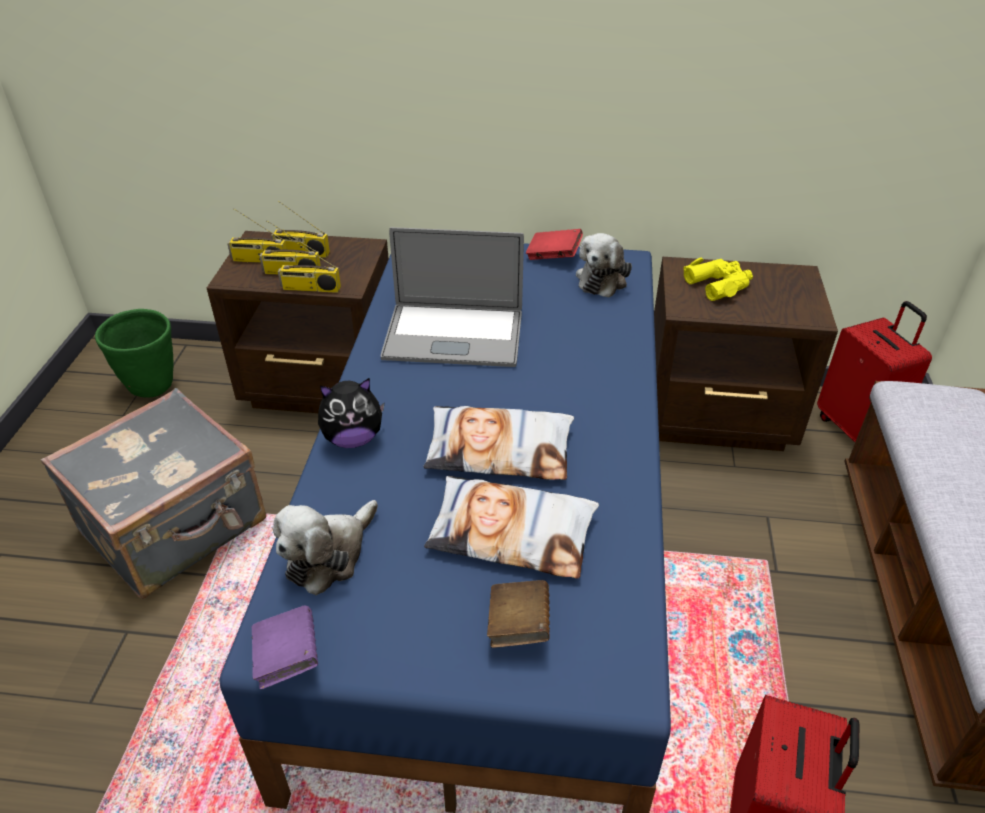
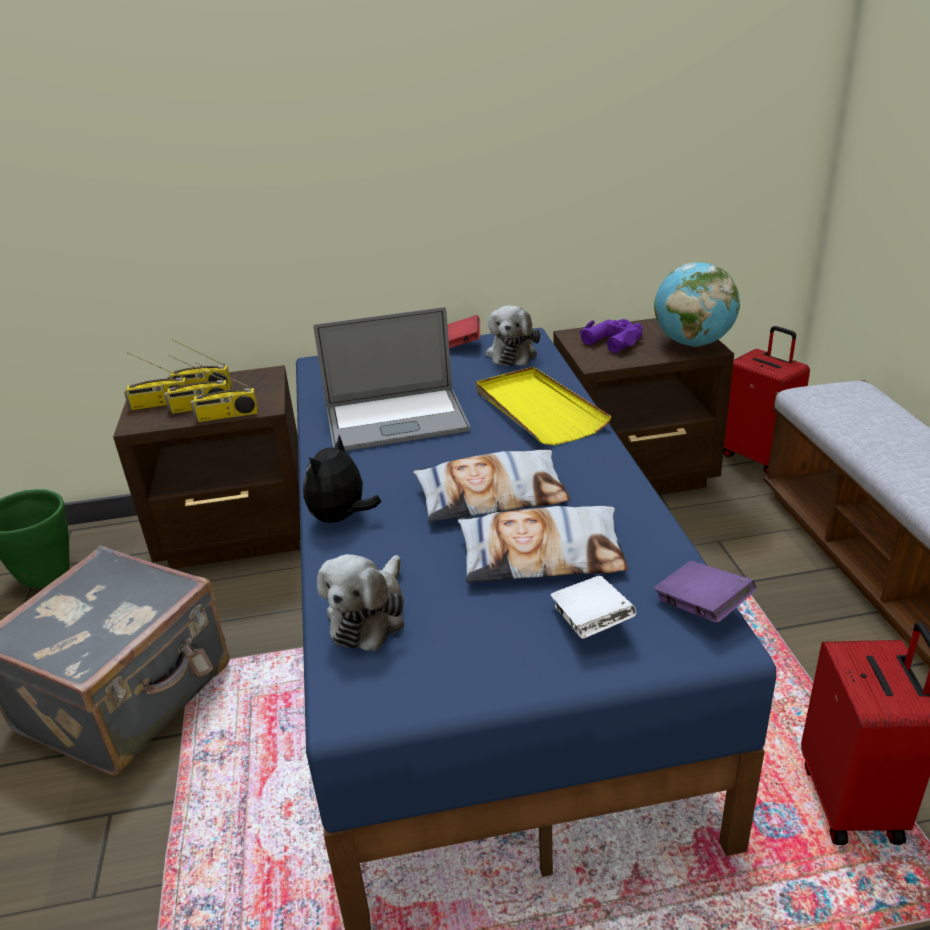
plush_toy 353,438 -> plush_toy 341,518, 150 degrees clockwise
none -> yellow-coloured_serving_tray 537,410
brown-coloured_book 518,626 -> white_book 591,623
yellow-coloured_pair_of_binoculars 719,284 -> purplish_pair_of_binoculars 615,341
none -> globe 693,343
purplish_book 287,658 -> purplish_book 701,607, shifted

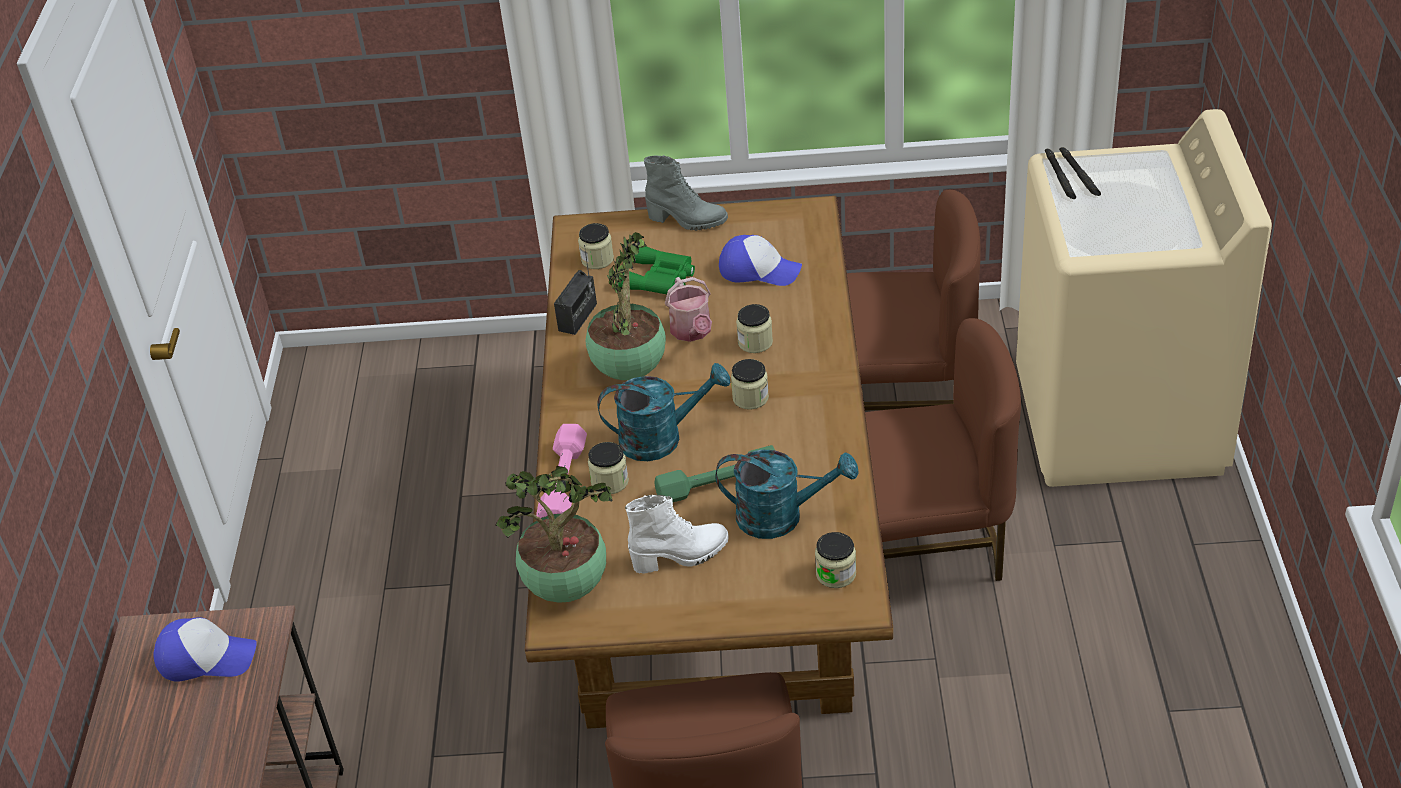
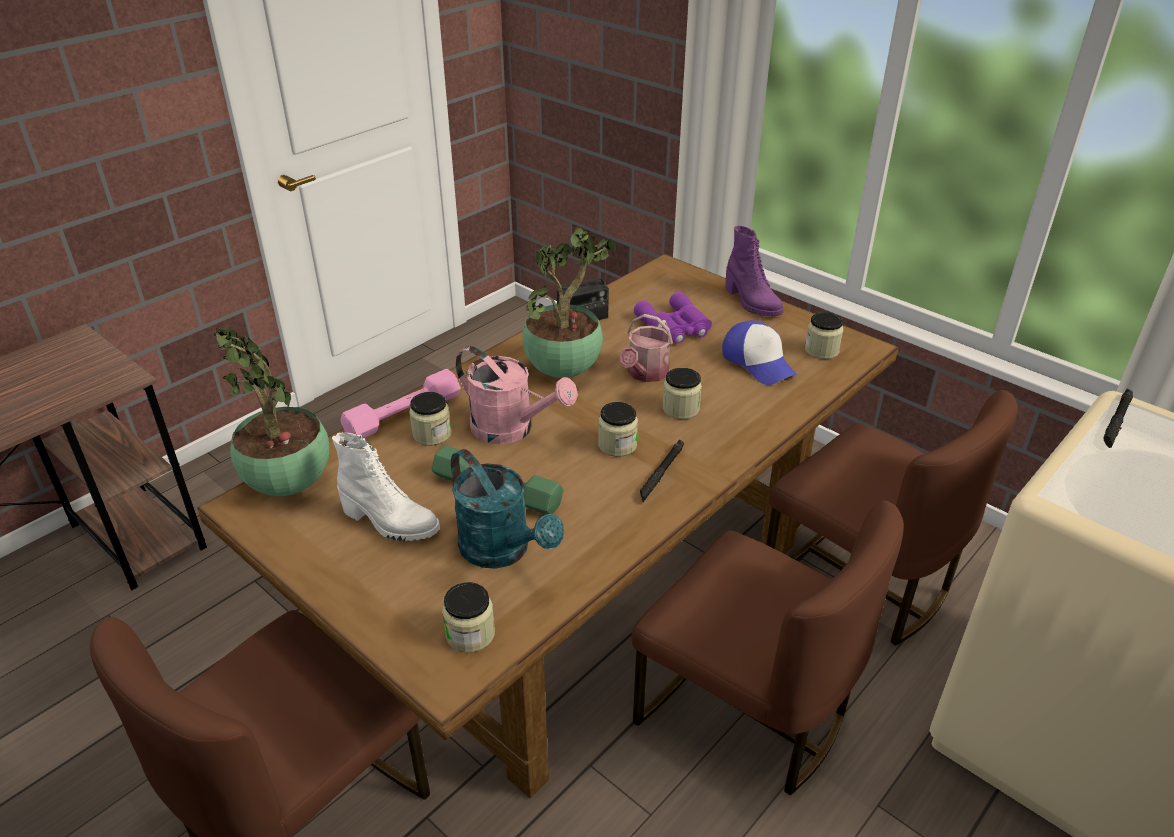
turquoise_watering_can 662,438 -> pink-coloured_watering_can 512,429
greenish_pair_of_binoculars 659,279 -> purplish_pair_of_binoculars 674,327
black_torch 1079,174 -> black_torch 661,473, shifted
greyish_tall_boot 687,221 -> purplish_tall_boot 751,302
preserve_jar 597,259 -> preserve_jar 821,350, shifted
baseball_cap 206,657 -> none

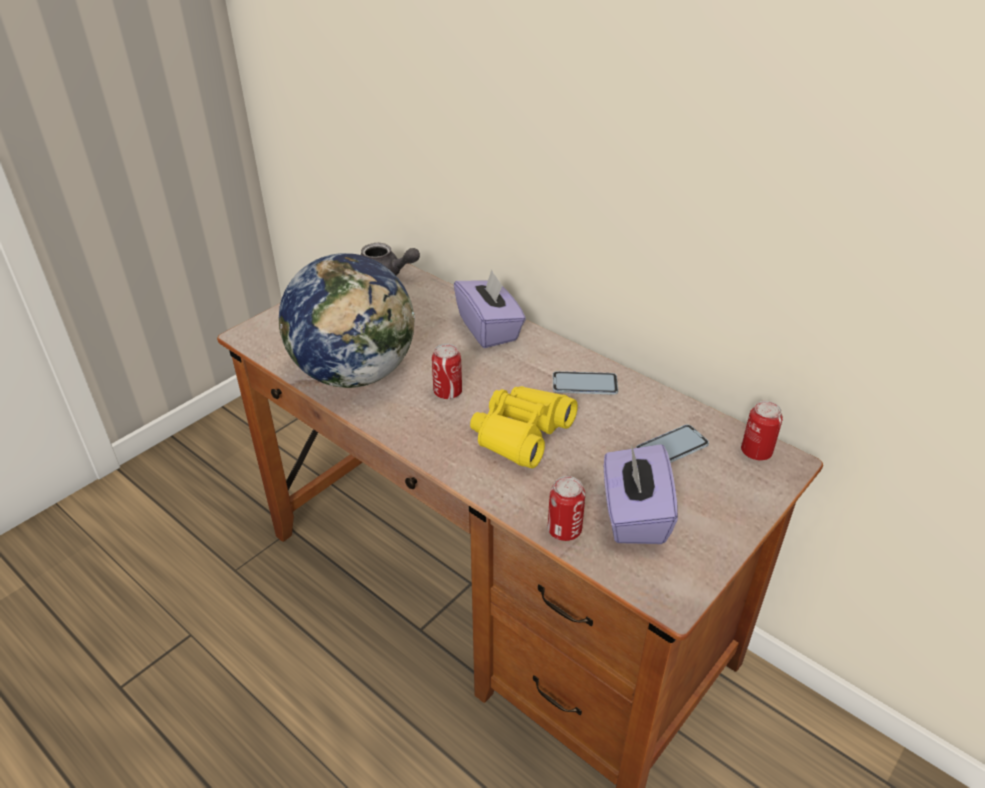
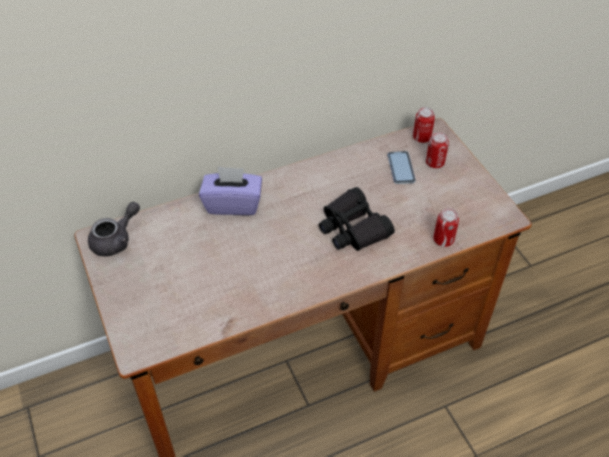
yellow-coloured_pair_of_binoculars 521,433 -> black_pair_of_binoculars 353,228
can 447,392 -> can 435,163, shifted
globe 355,373 -> none
handset 584,384 -> none
purplish_box_of_tissues 633,515 -> none

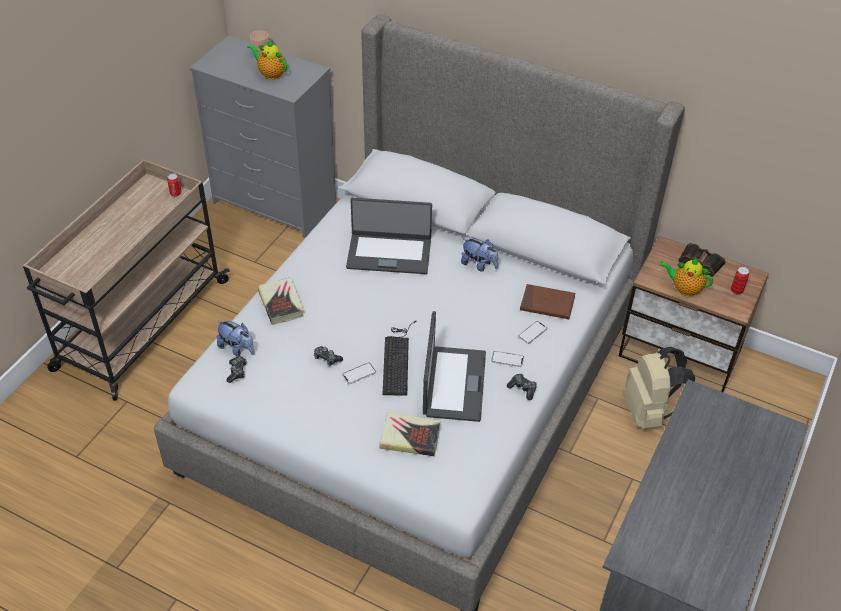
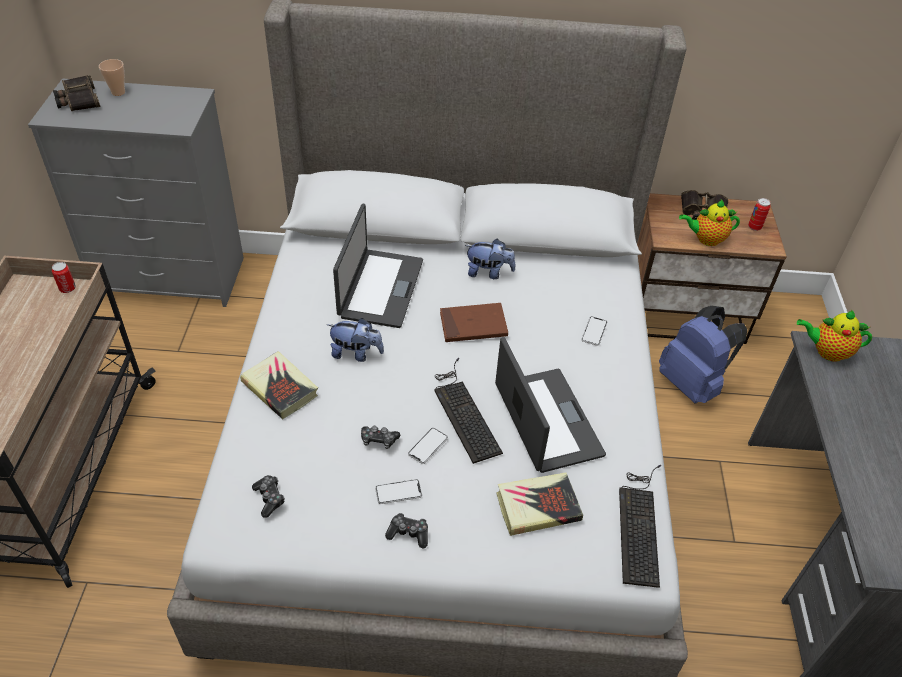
none -> pair_of_binoculars 78,100
plush_toy 237,348 -> plush_toy 356,353, shifted
portable_computer 389,253 -> portable_computer 379,288, 60 degrees counterclockwise
handset 507,359 -> handset 398,492, shifted
gamepad 522,389 -> gamepad 408,533, shifted
brown-coloured_book 547,304 -> brown-coloured_book 473,325, shifted
none -> computer_keyboard 639,524
sand-coloured_knapsack 649,412 -> blue-coloured_knapsack 692,384
pot_for_tea 271,74 -> pot_for_tea 827,352, shifted

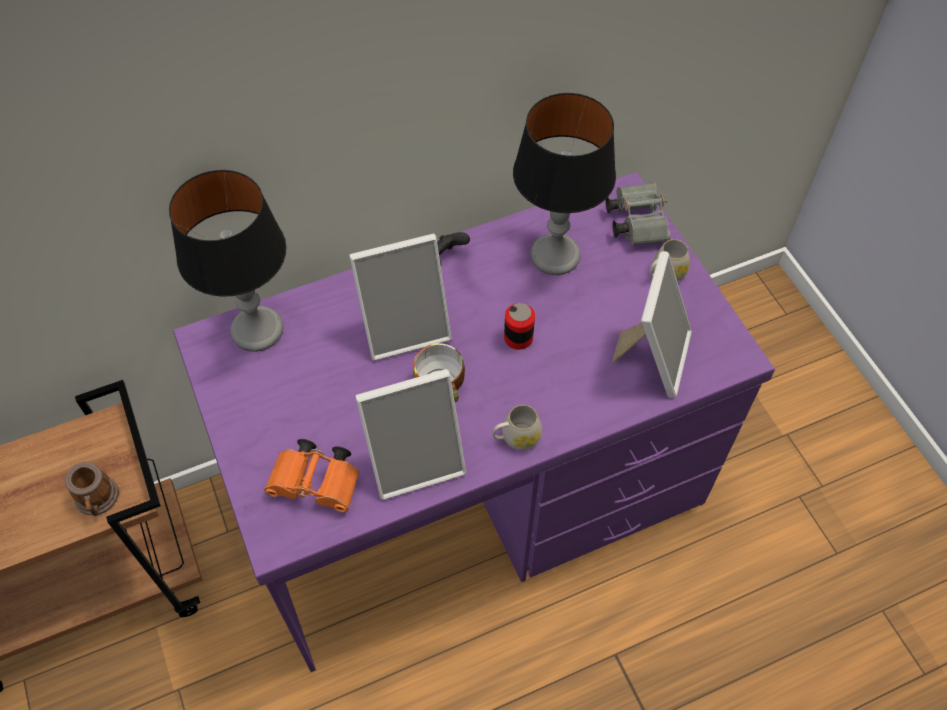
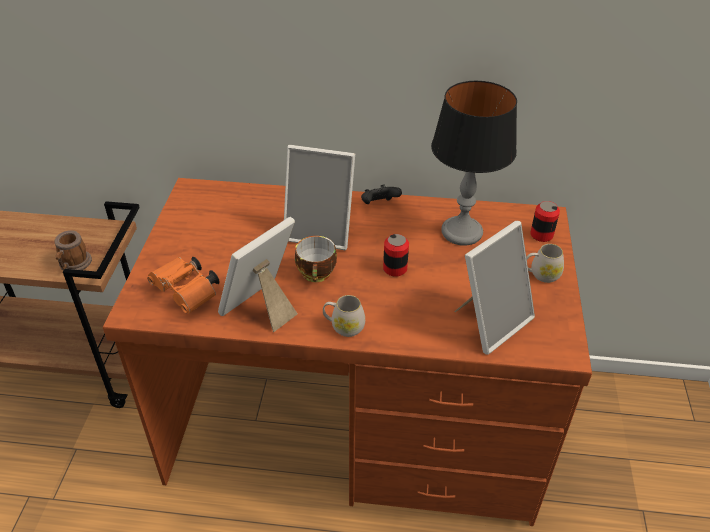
purplish_desk_table 473,492 -> brown-coloured_desk_table 356,426
picture_frame 415,459 -> picture_frame 262,308, 120 degrees clockwise
greyish_pair_of_binoculars 636,221 -> can 541,235
lamp_for_a_table 257,330 -> none

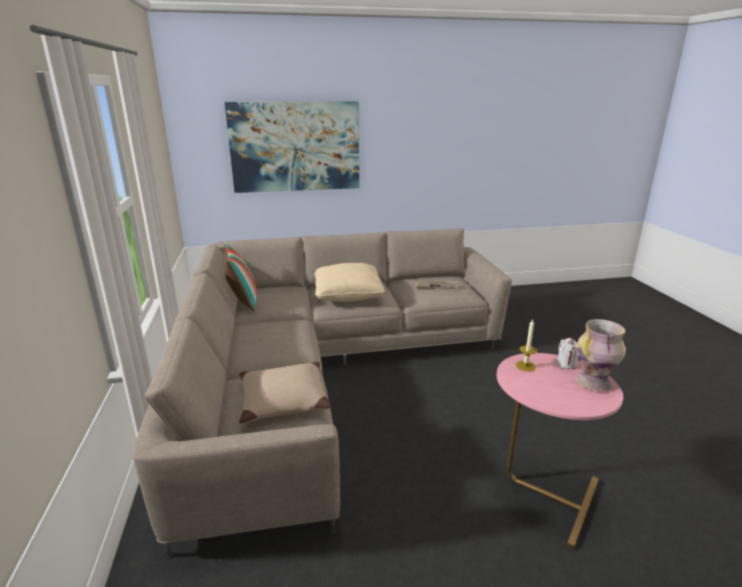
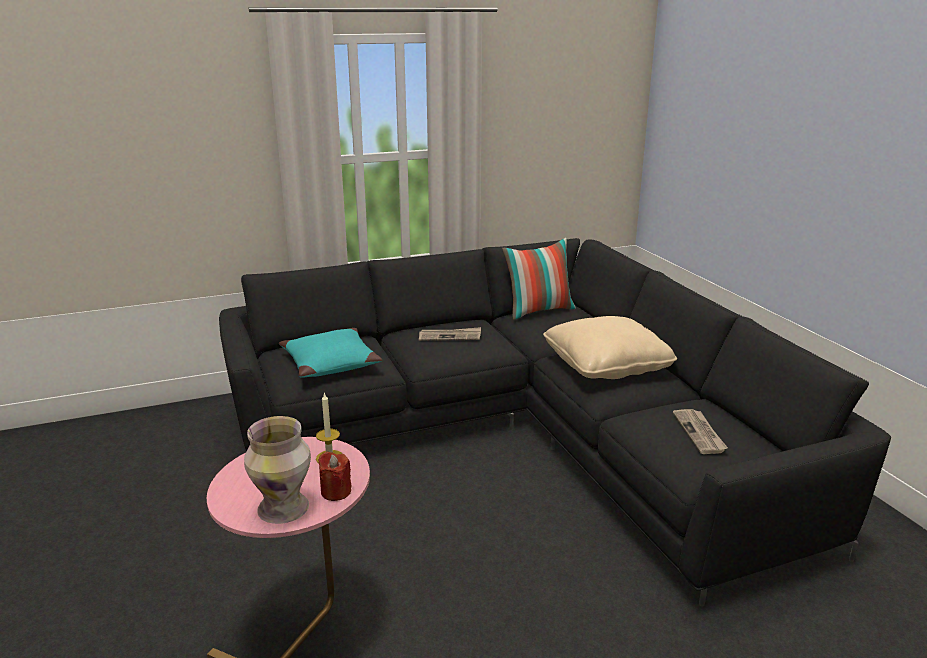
sand-coloured_sofa 322,373 -> black_sofa 523,434
sand-coloured_cushion 284,401 -> turquoise_cushion 330,363
white_wax_candle 566,364 -> red_wax_candle 336,492
none -> printed_paper 450,336
wall_picture 295,147 -> none

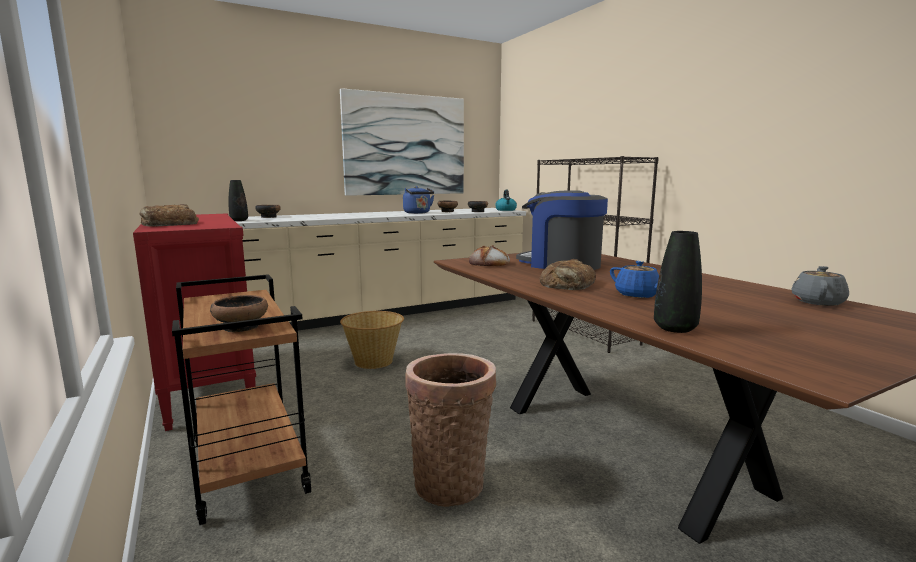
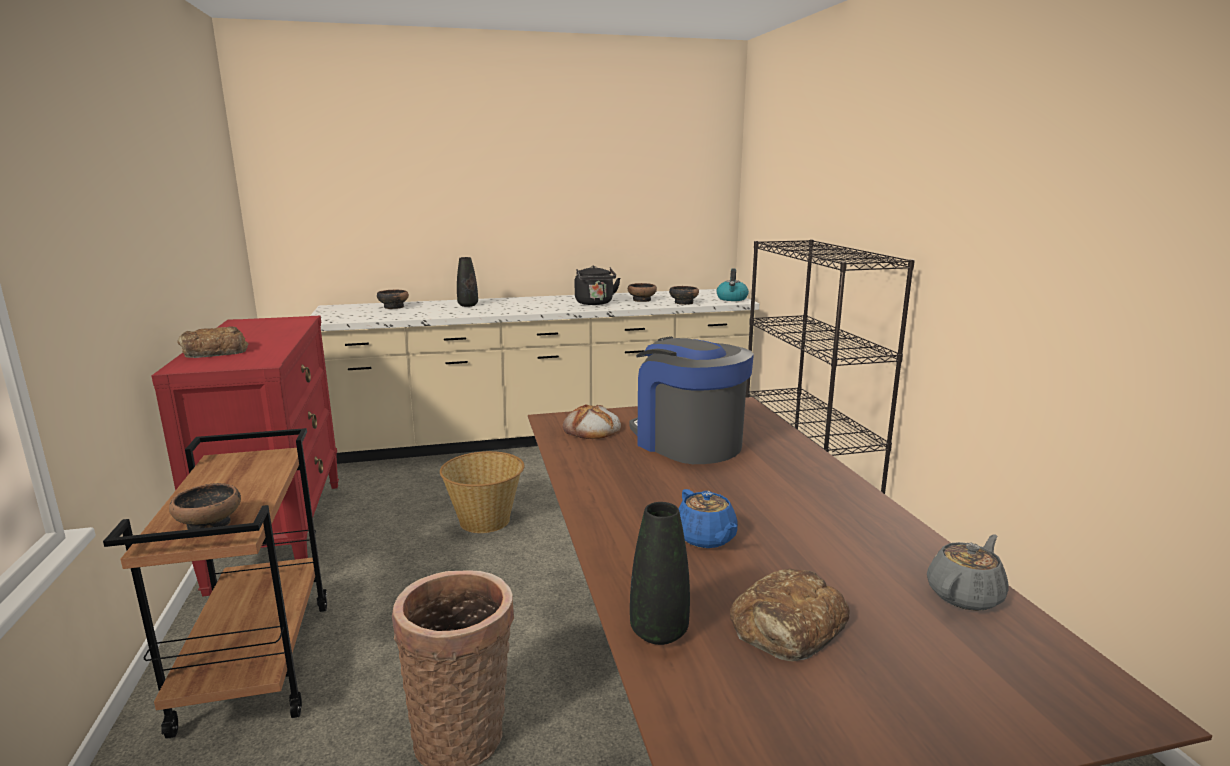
black_vase 239,220 -> black_vase 468,305, shifted
blue-coloured_tea_kettle 418,213 -> black_tea_kettle 595,303
bread 568,284 -> bread 788,626, shifted
wall_picture 405,145 -> none

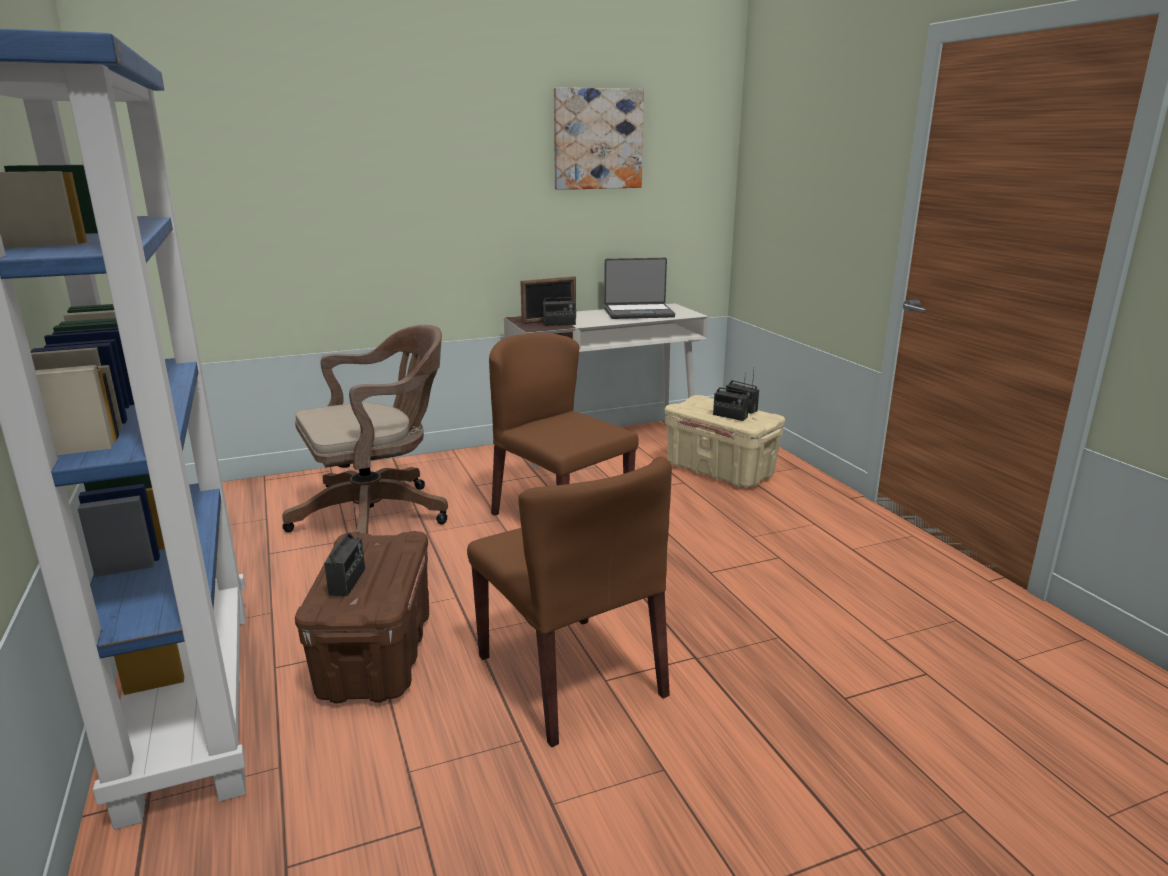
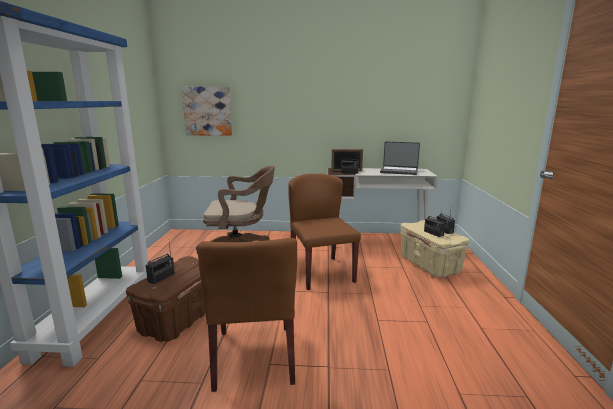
wall_picture 597,139 -> wall_picture 208,111, shifted

